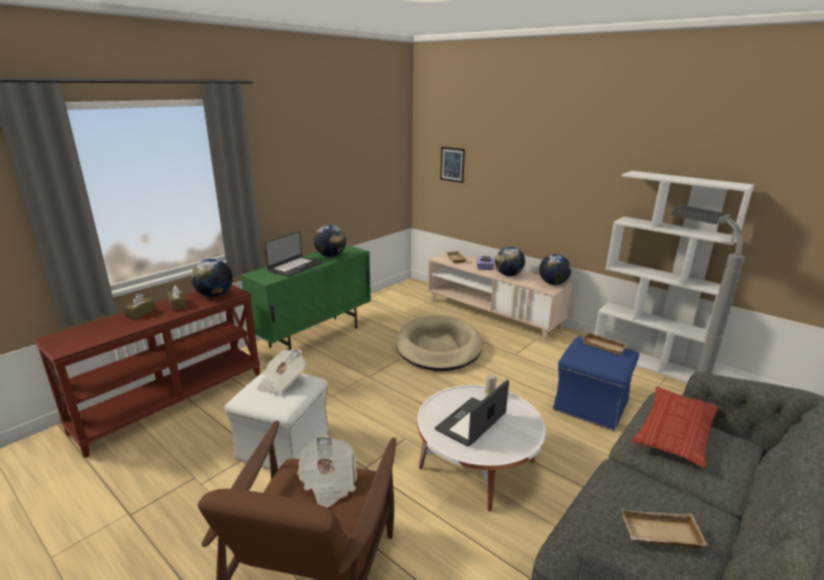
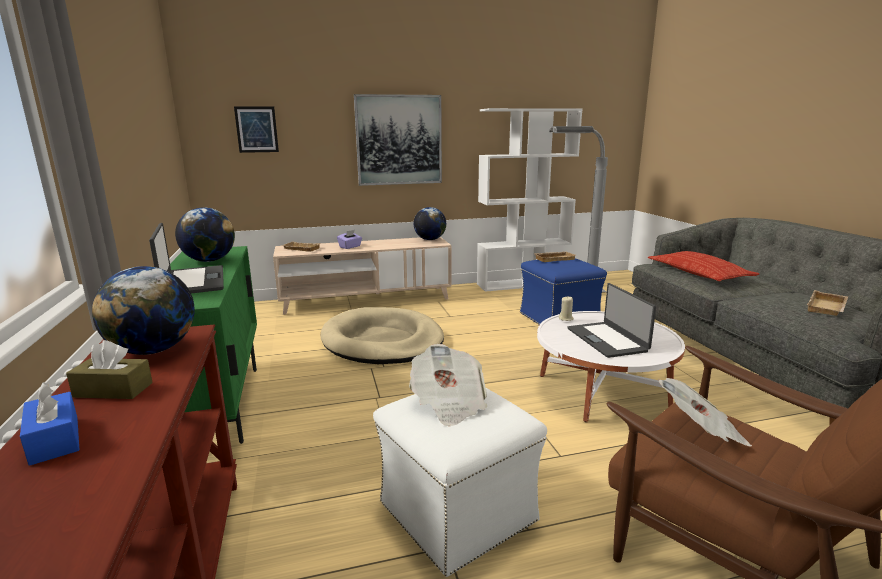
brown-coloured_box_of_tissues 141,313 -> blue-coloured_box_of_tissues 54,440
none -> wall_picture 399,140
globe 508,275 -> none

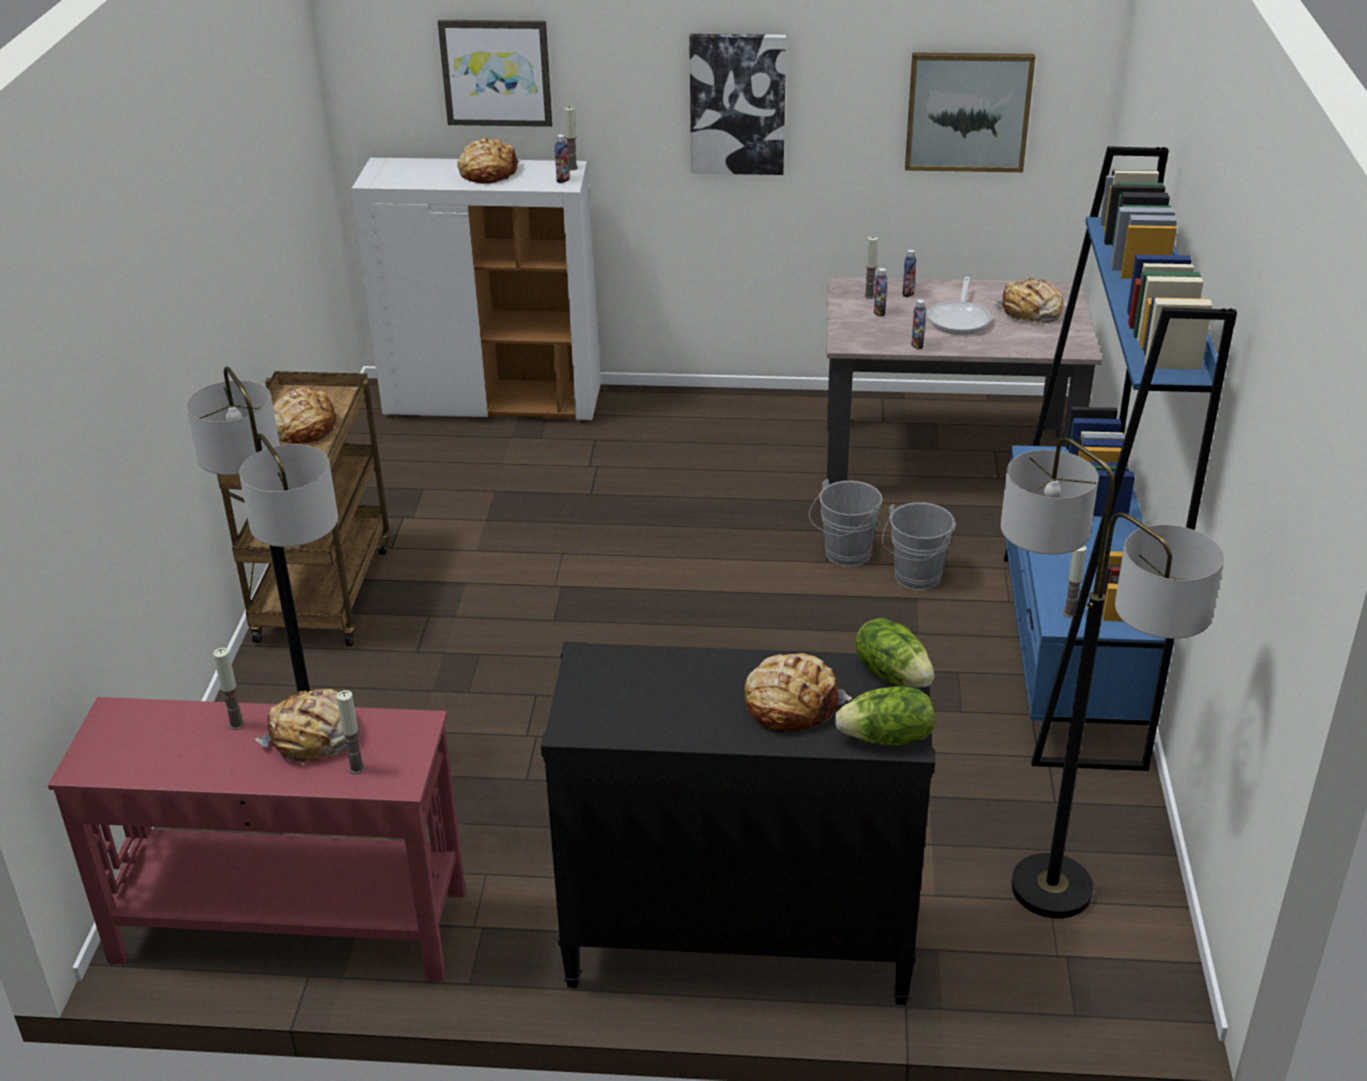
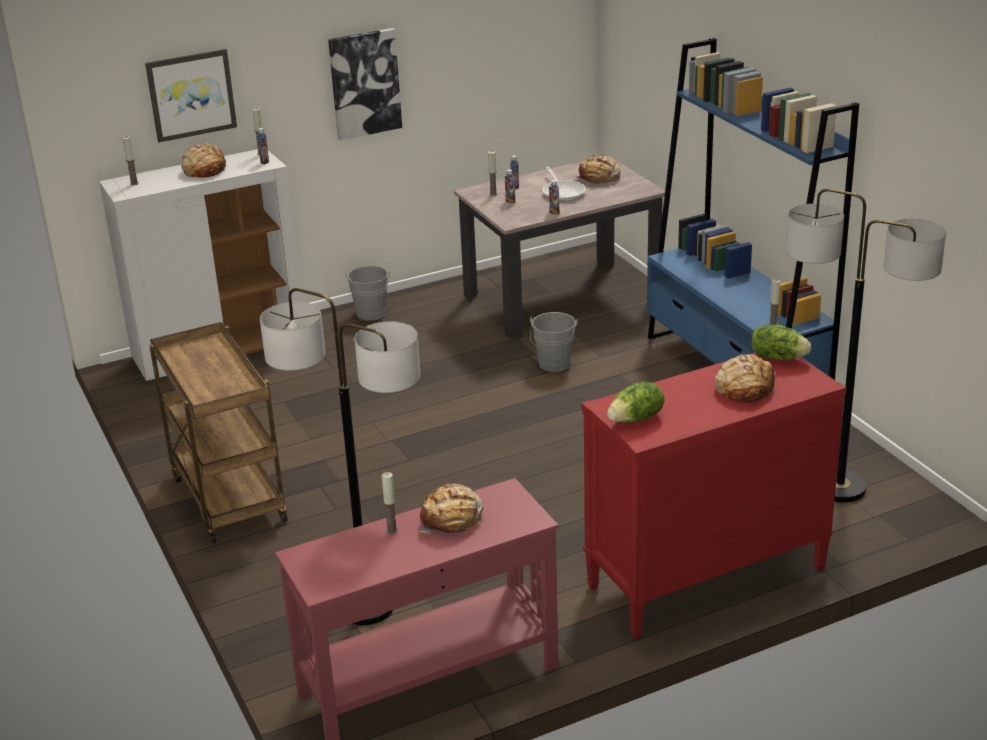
wax_candle 356,768 -> wax_candle 134,183, shifted
greyish_pail 915,579 -> greyish_pail 370,315, shifted
black_dresser 737,943 -> red_dresser 705,579
lettuce_head 887,739 -> lettuce_head 636,419, shifted
bread 303,427 -> none
wall_picture 968,111 -> none

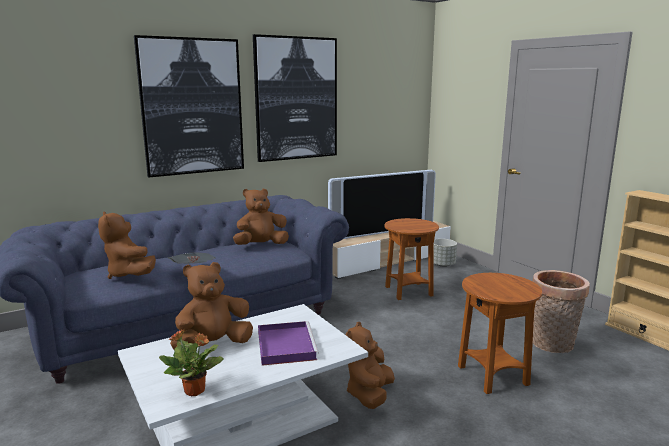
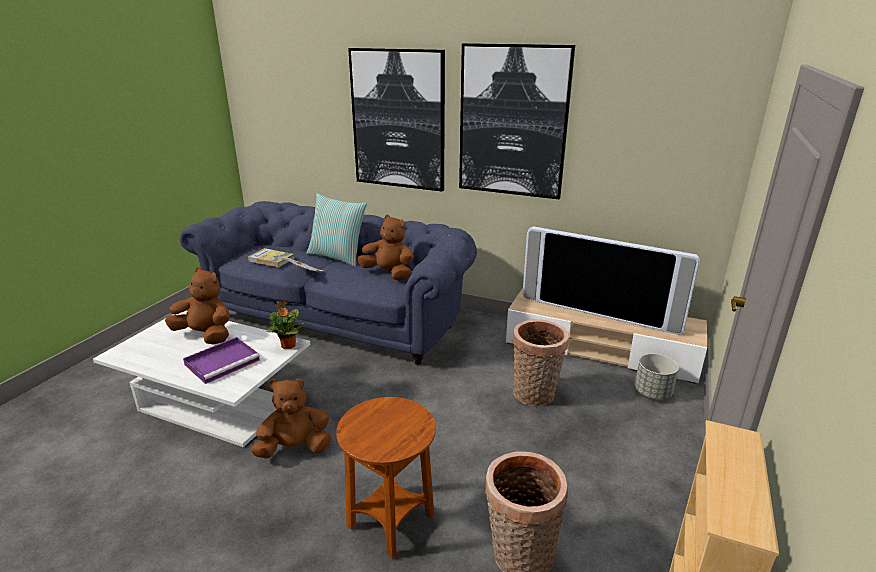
brown-coloured_plush_toy 129,274 -> book 271,259
houseplant 195,391 -> houseplant 288,346, shifted
none -> cushion 338,256
brown-coloured_accent_table 408,291 -> household_basket 535,395

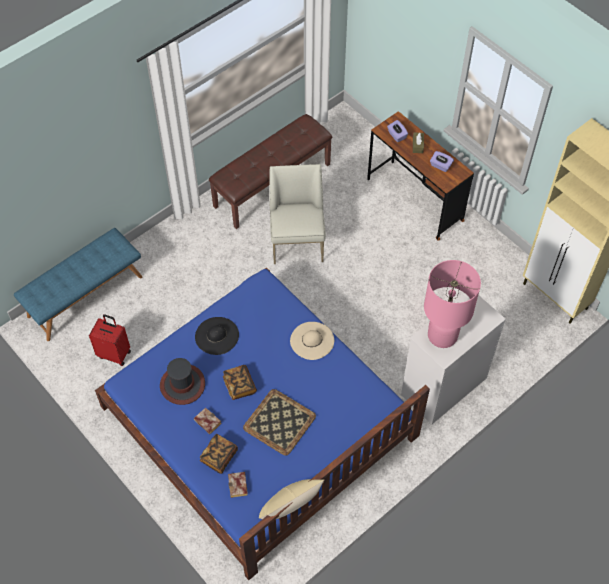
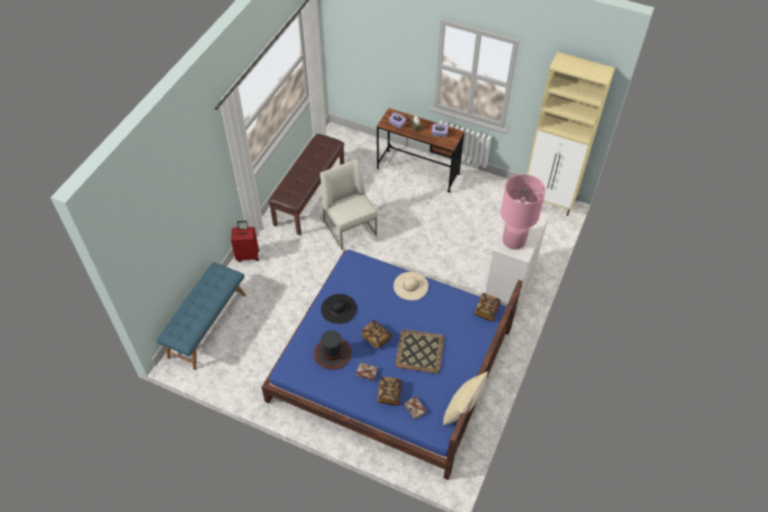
red_piece_of_luggage 114,353 -> red_piece_of_luggage 248,255, shifted
none -> book 486,310

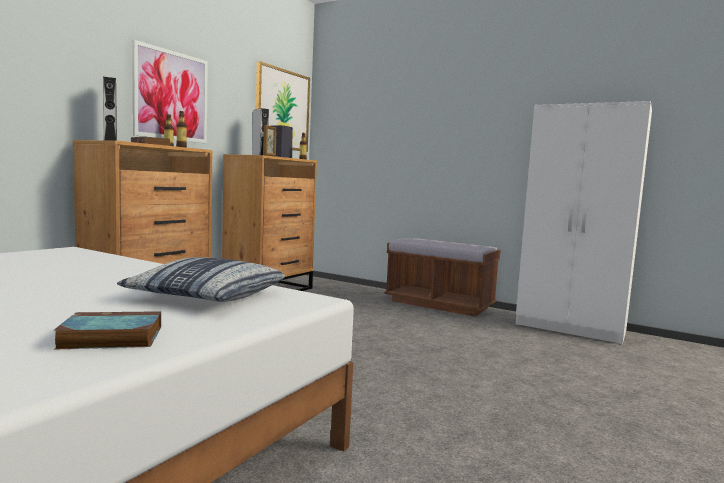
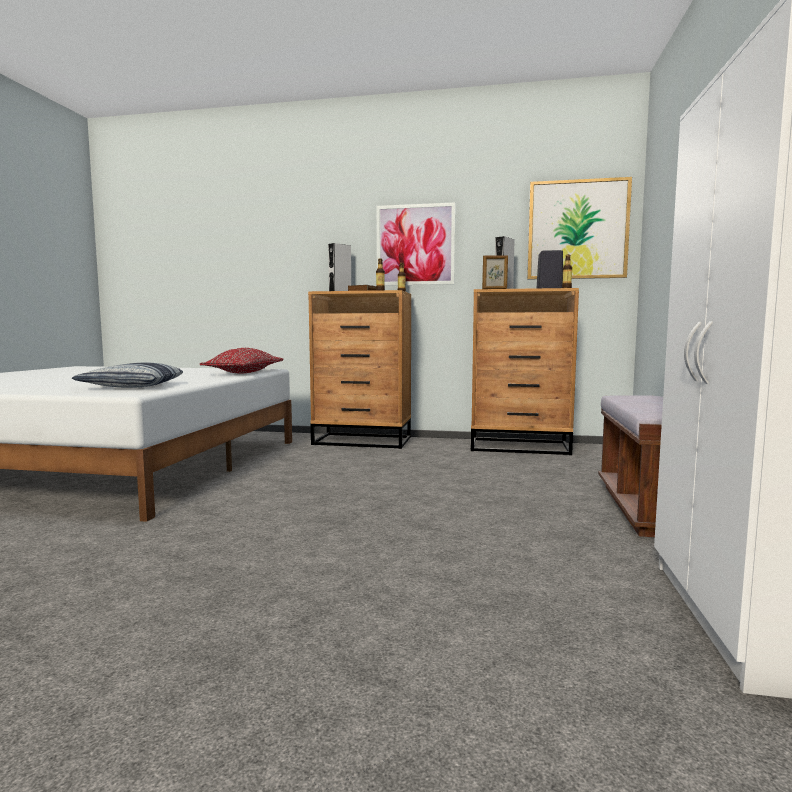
none -> red_cushion 244,372
book 109,338 -> none

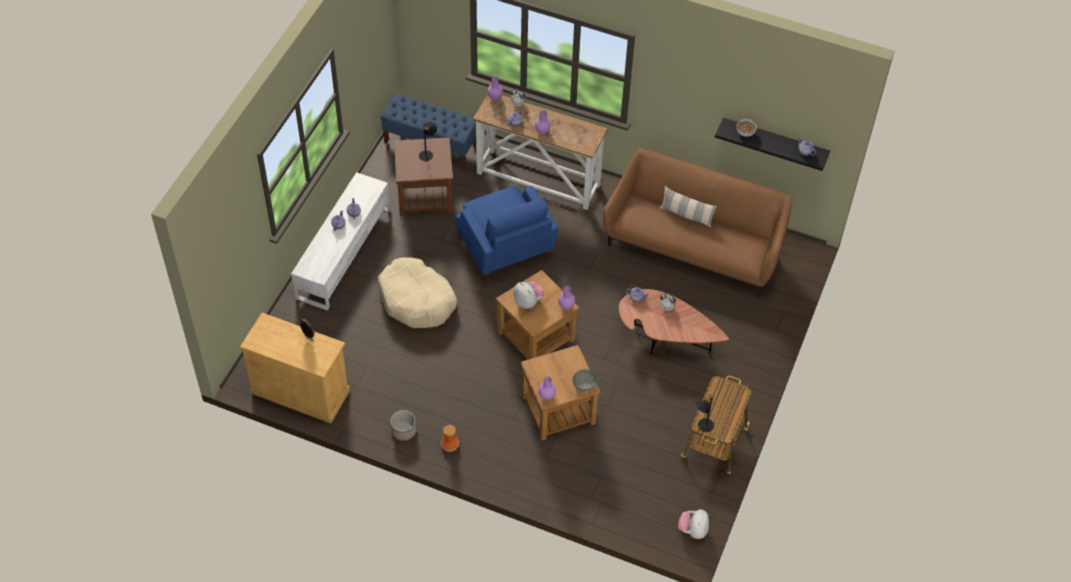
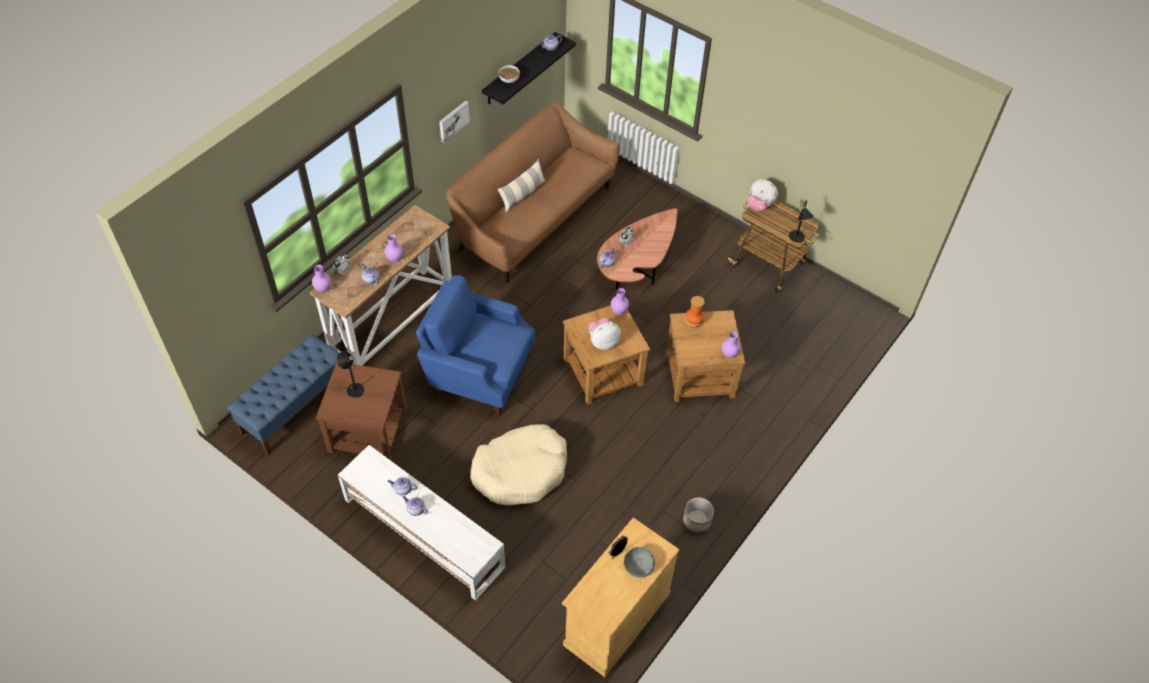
blue-coloured_armchair 505,250 -> blue-coloured_armchair 479,371, 150 degrees counterclockwise
none -> wall_picture 453,121
greyish_bowl 584,384 -> greyish_bowl 638,566, shifted
vase 450,446 -> vase 694,321, shifted
plush_toy 693,530 -> plush_toy 759,205, shifted

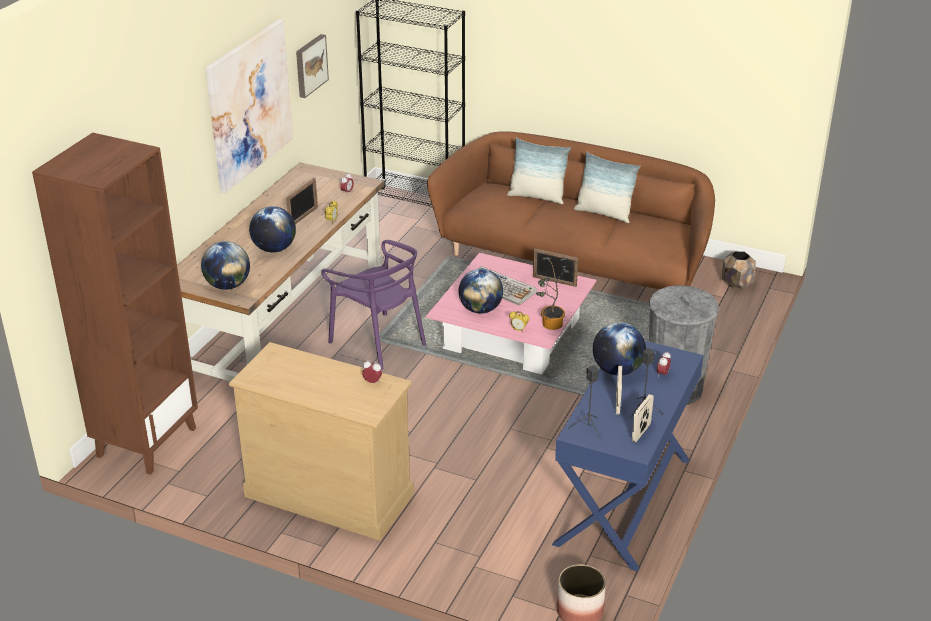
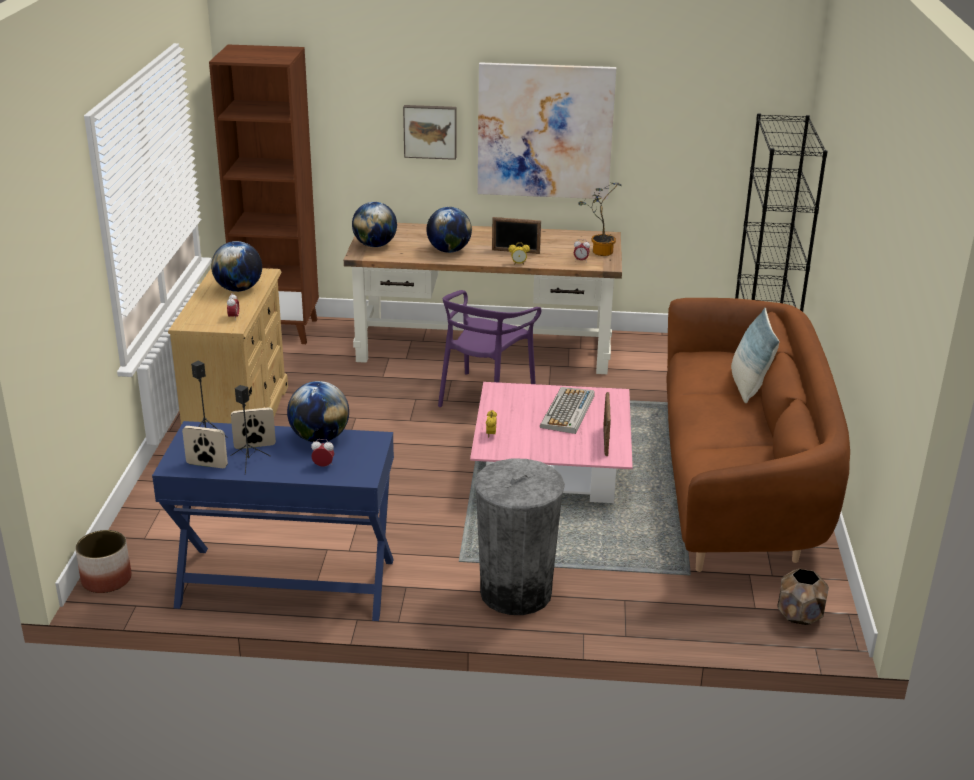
globe 480,309 -> globe 238,289, shifted
wall_picture 310,65 -> wall_picture 430,131, shifted
houseplant 550,325 -> houseplant 599,251, shifted
cushion 604,213 -> none

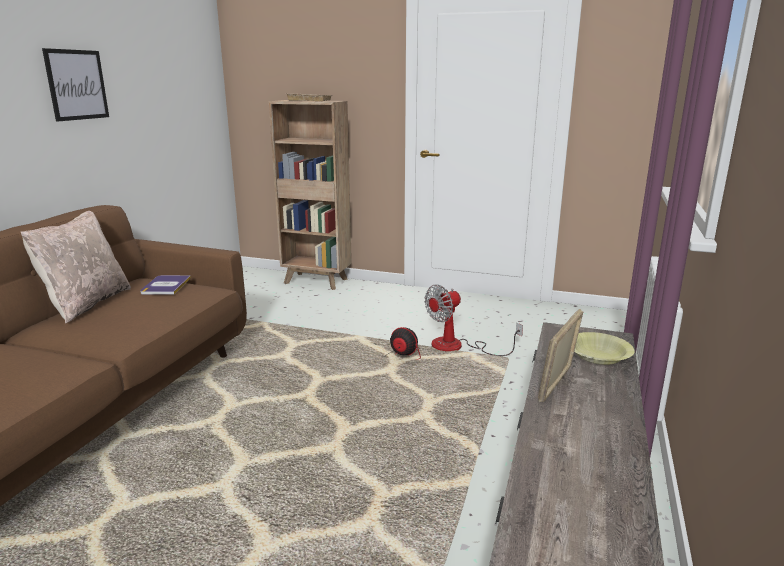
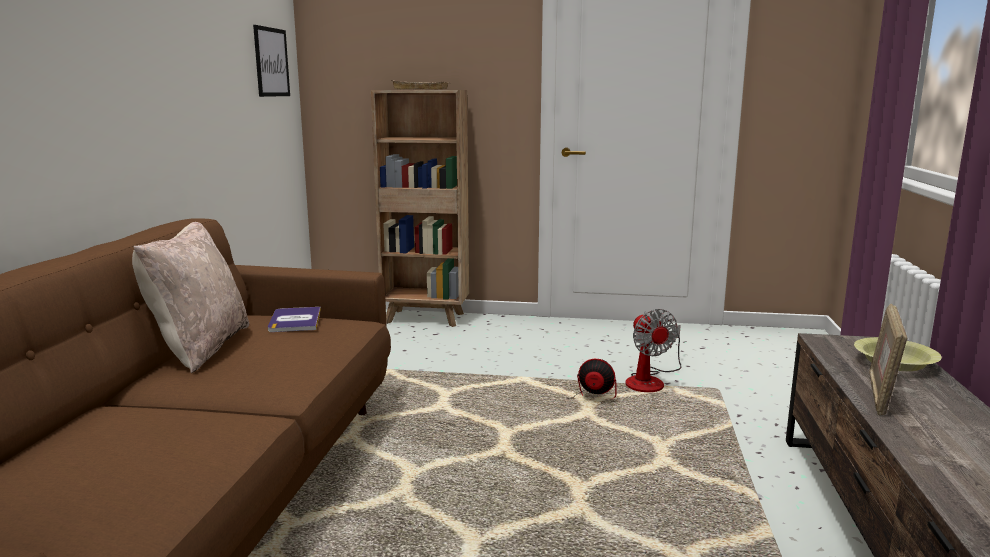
wall_picture 77,85 -> wall_picture 271,62, shifted
fan 458,347 -> fan 650,381, 60 degrees counterclockwise

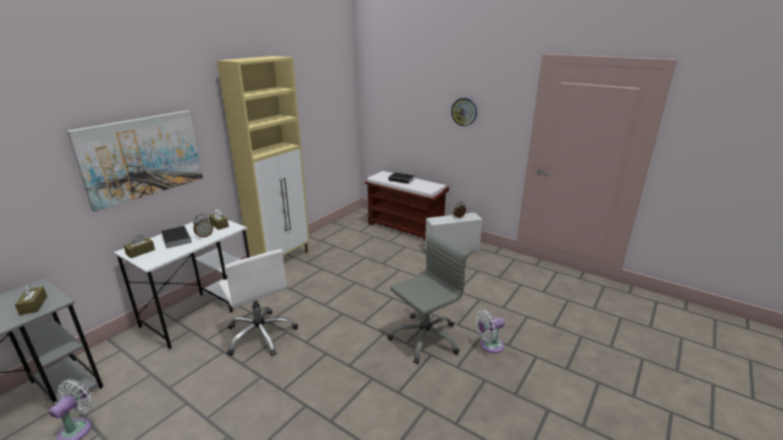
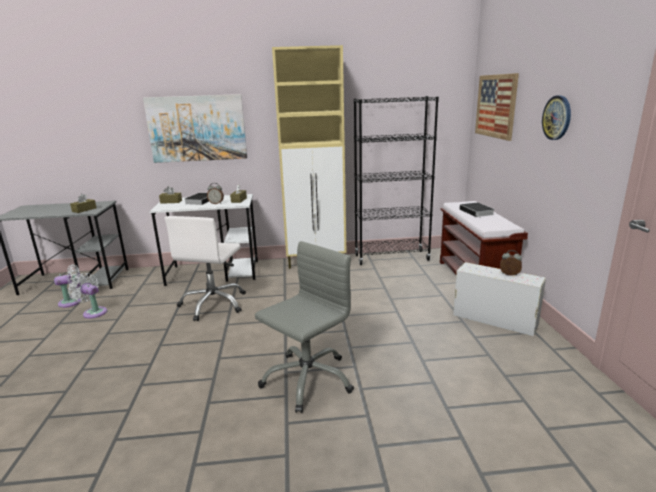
white_fan 489,346 -> white_fan 93,312, shifted
greyish_office_chair 425,338 -> greyish_office_chair 307,379, 60 degrees counterclockwise
none -> black_bookcase 391,258
none -> wall_picture 495,106

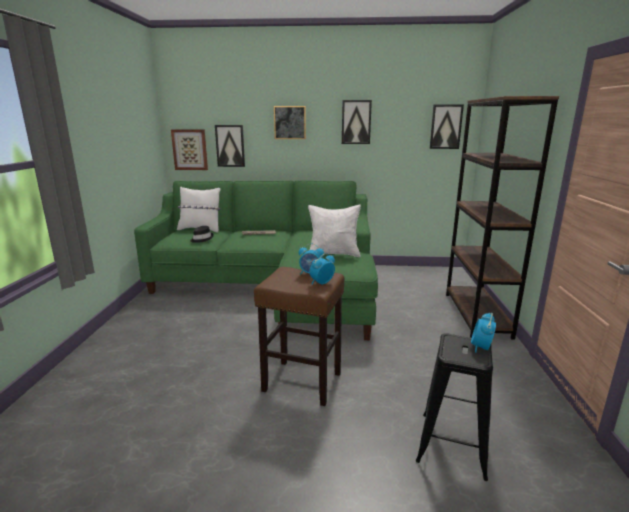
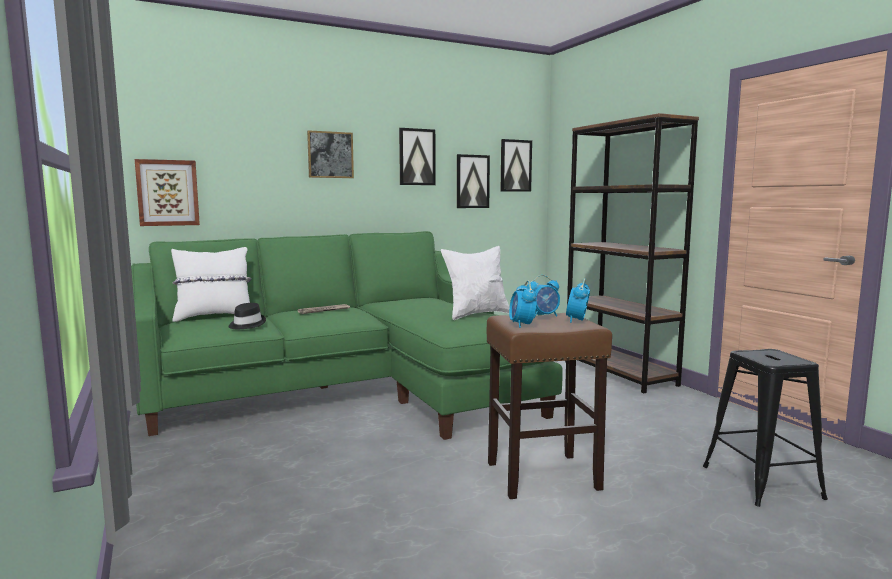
wall_picture 230,146 -> wall_picture 472,181, shifted
table_clock 481,348 -> table_clock 522,325, shifted

